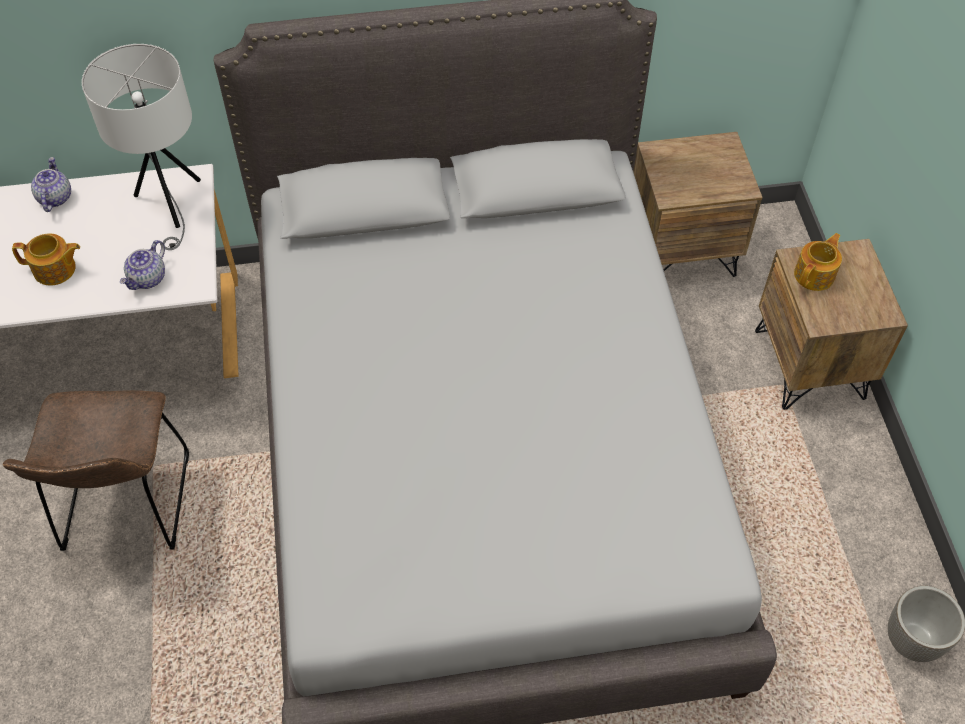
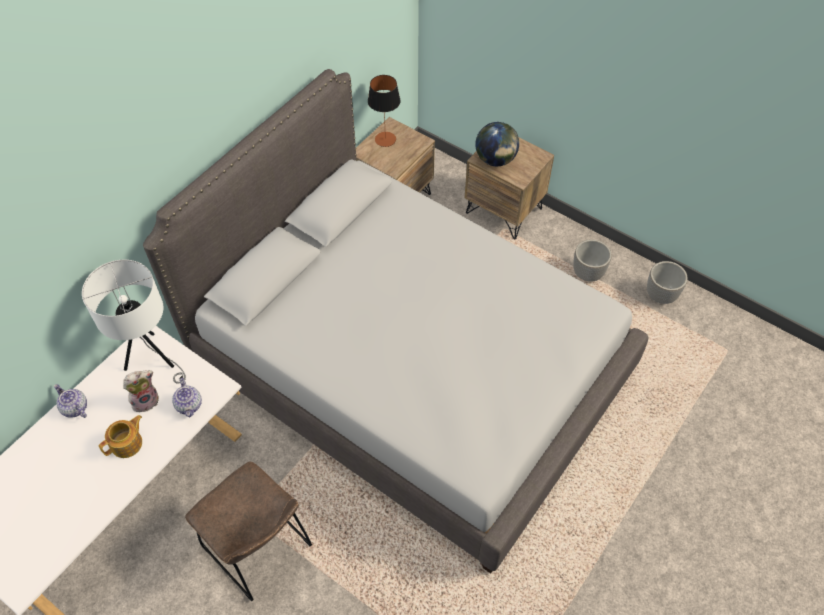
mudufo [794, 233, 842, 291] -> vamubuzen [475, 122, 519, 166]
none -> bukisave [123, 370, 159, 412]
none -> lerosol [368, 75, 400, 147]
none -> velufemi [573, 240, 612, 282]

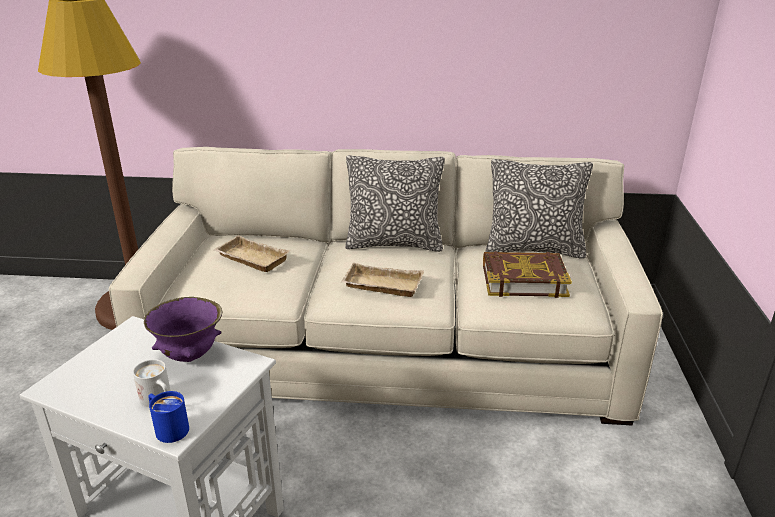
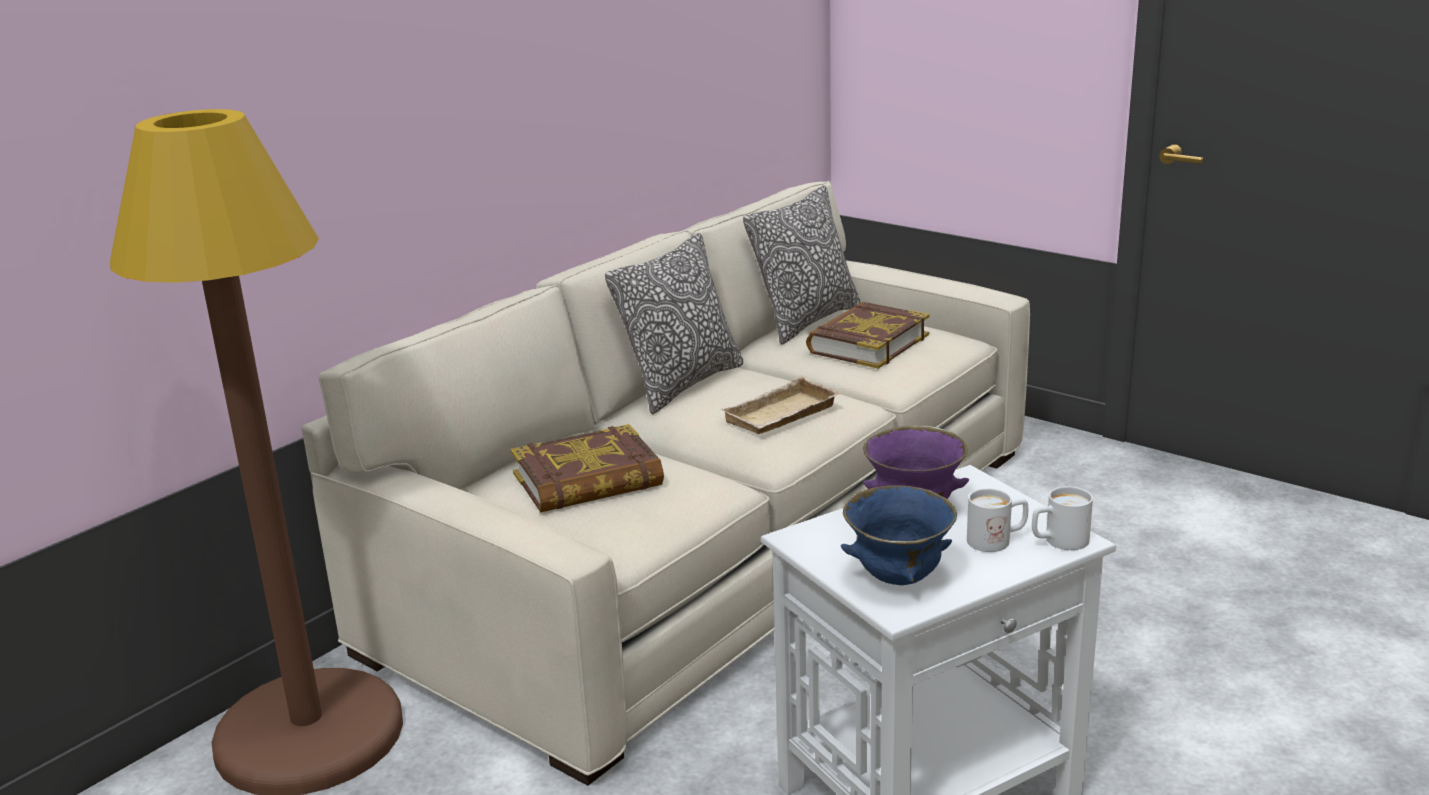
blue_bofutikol [148, 391, 189, 443] -> white_bofutikol [1032, 486, 1093, 550]
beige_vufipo [214, 235, 290, 272] -> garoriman [511, 424, 664, 512]
none -> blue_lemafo [841, 485, 957, 585]

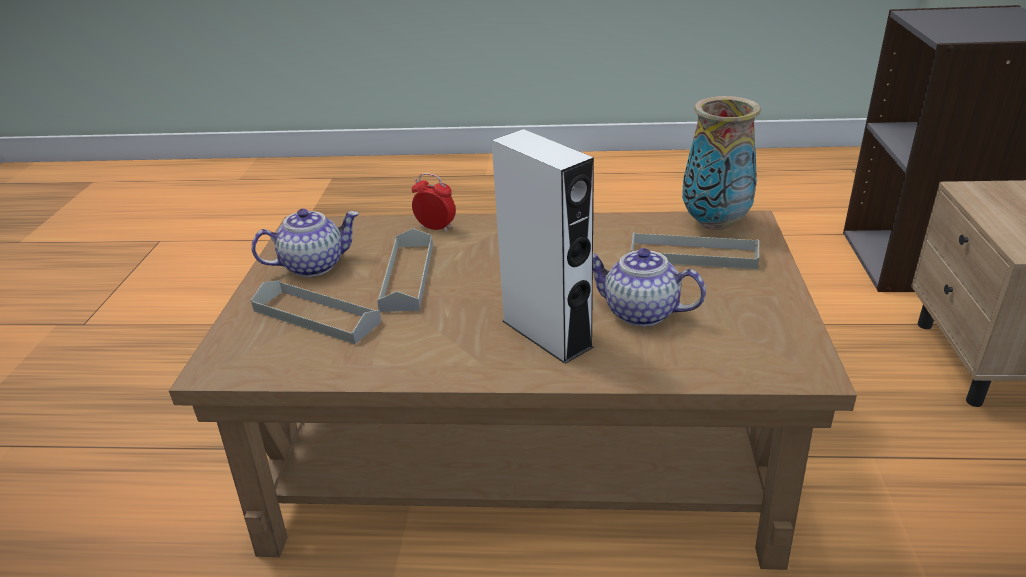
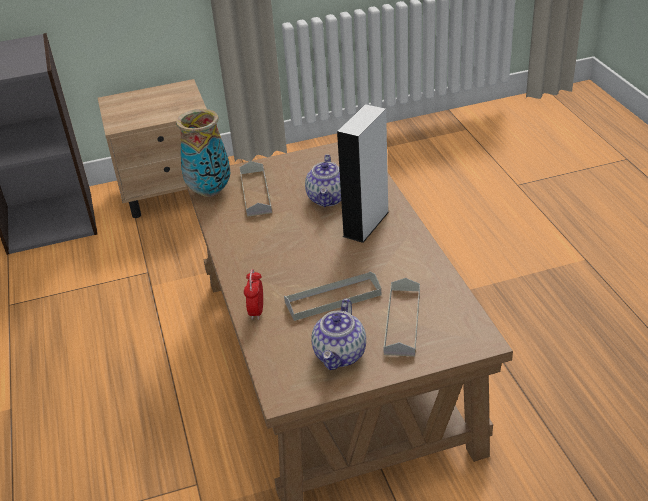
mudufo [251, 209, 359, 277] -> mudufo [311, 299, 366, 370], 120 degrees counterclockwise

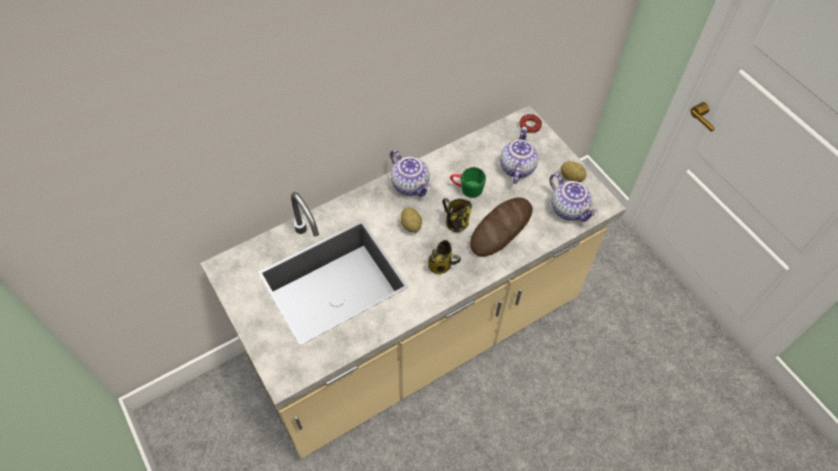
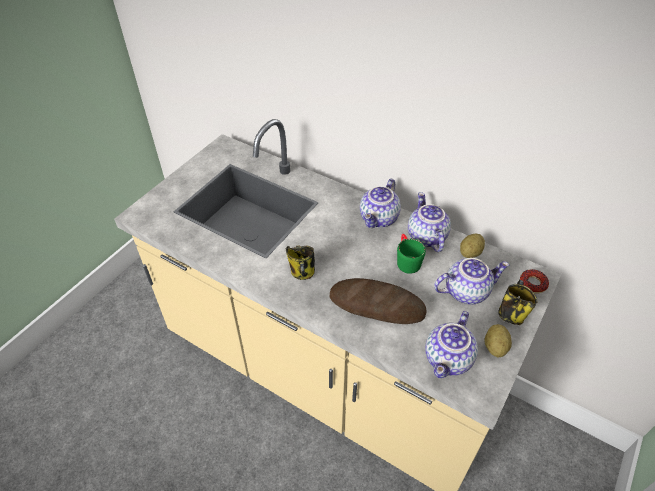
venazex [401, 207, 422, 233] -> venazex [460, 234, 485, 258], relocated
bofutikol [442, 198, 472, 232] -> bofutikol [498, 280, 537, 325], relocated
none -> mudufo [408, 192, 451, 252]

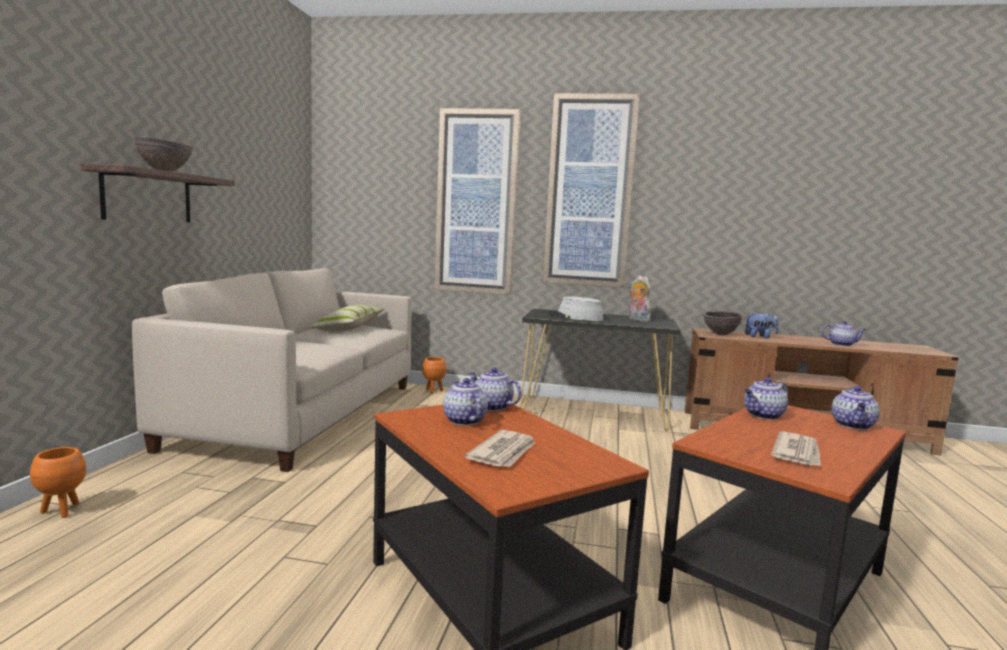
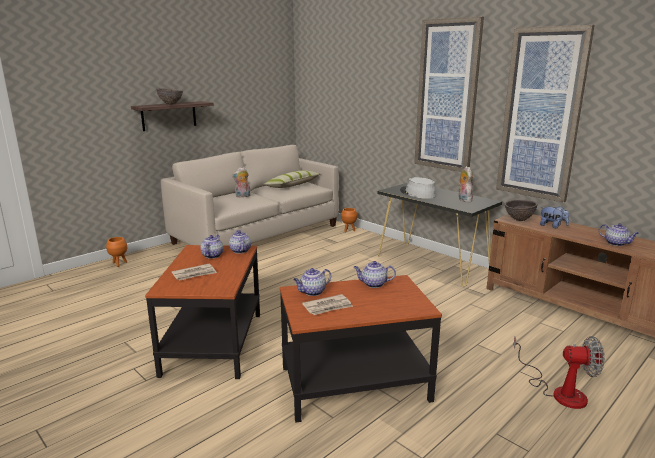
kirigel [434, 108, 521, 295] -> kirigel [496, 25, 595, 203], relocated
mudufo [831, 386, 880, 430] -> mudufo [293, 268, 331, 296], relocated
none -> bukisave [232, 167, 251, 198]
none -> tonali [513, 336, 605, 409]

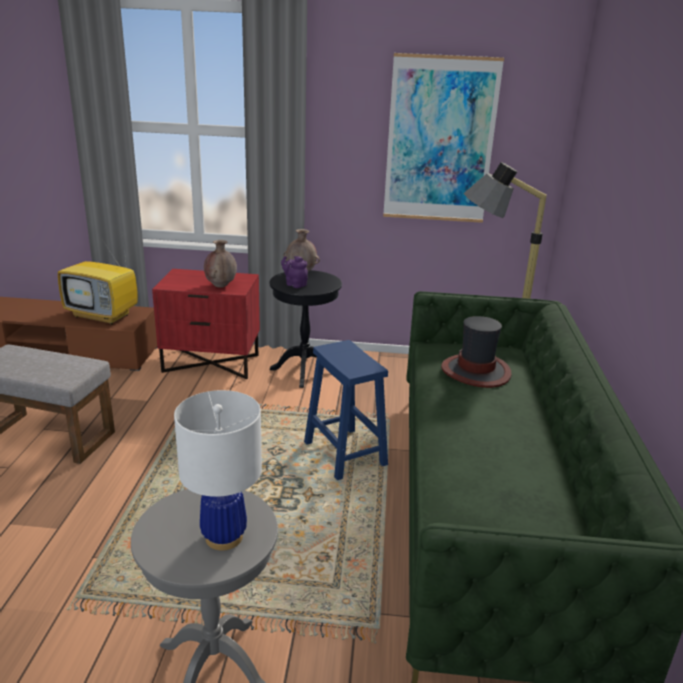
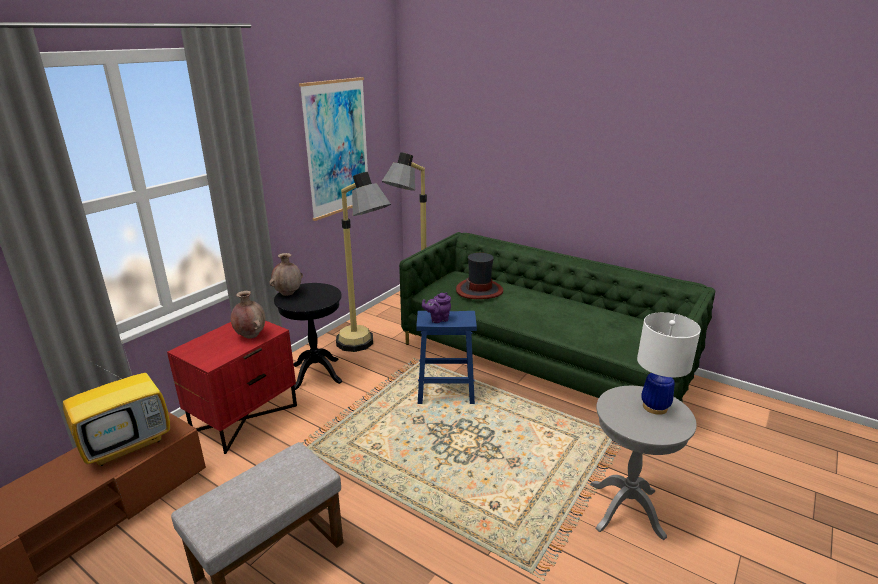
purple_mudufo [281, 256, 308, 288] -> purple_mudufo [422, 293, 451, 323], relocated
none -> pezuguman [336, 172, 391, 352]

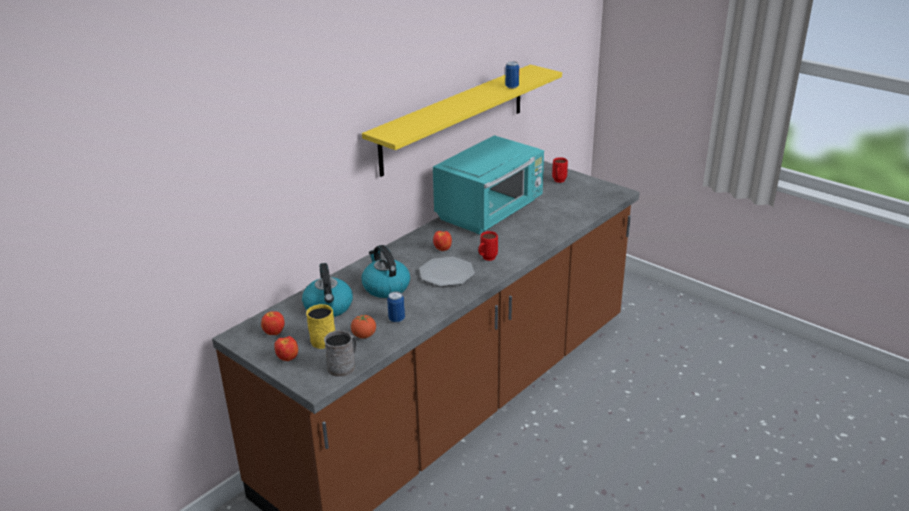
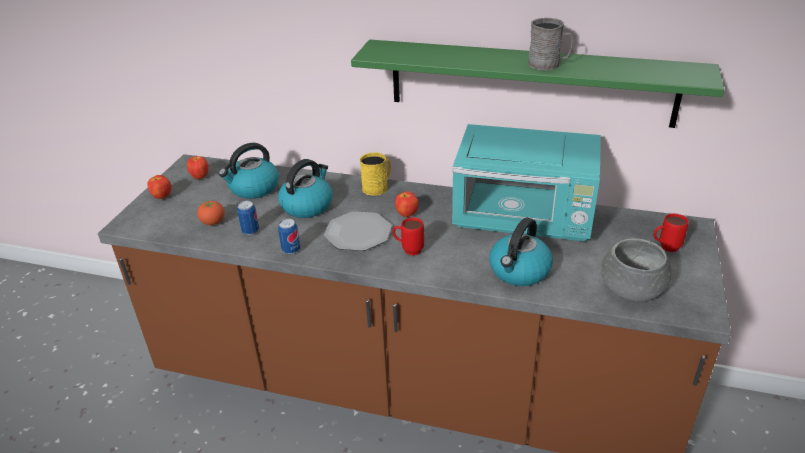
yellow_bofutikol [306, 304, 335, 349] -> yellow_bofutikol [360, 152, 391, 196], relocated
grey_bofutikol [324, 330, 357, 377] -> grey_bofutikol [528, 18, 573, 71], relocated
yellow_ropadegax [362, 64, 562, 177] -> green_ropadegax [351, 40, 725, 128]
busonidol [505, 61, 519, 89] -> busonidol [278, 219, 300, 254], relocated
none -> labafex [489, 217, 553, 286]
none -> grey_lemafo [601, 238, 671, 302]

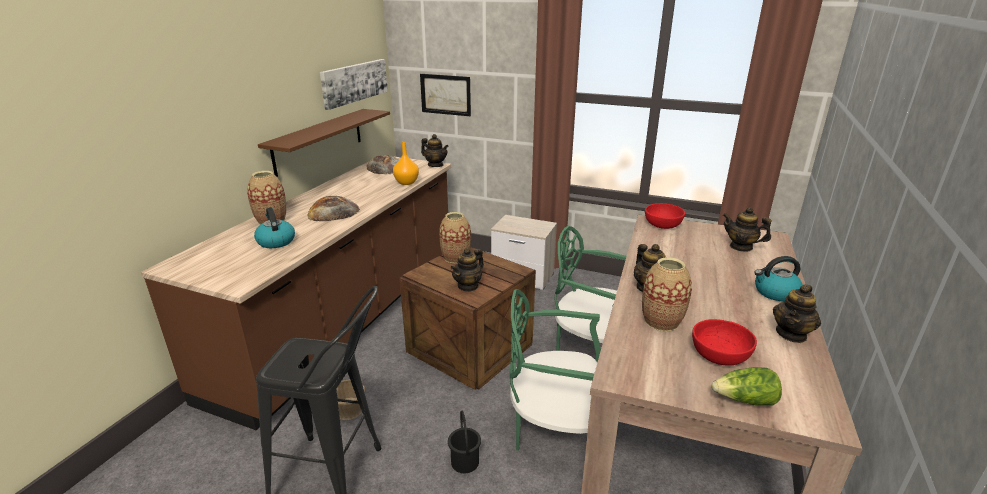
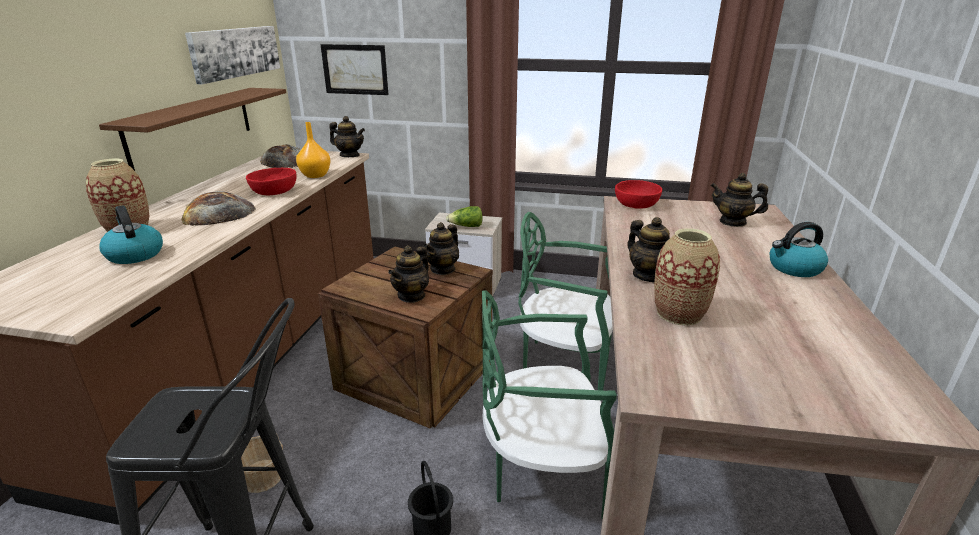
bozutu [439, 212, 471, 264] -> none
red_lemafo [692, 319, 757, 366] -> red_lemafo [246, 168, 297, 195], relocated
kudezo [712, 367, 782, 406] -> kudezo [446, 206, 483, 227], relocated
mudufo [773, 284, 821, 343] -> mudufo [423, 222, 459, 275], relocated

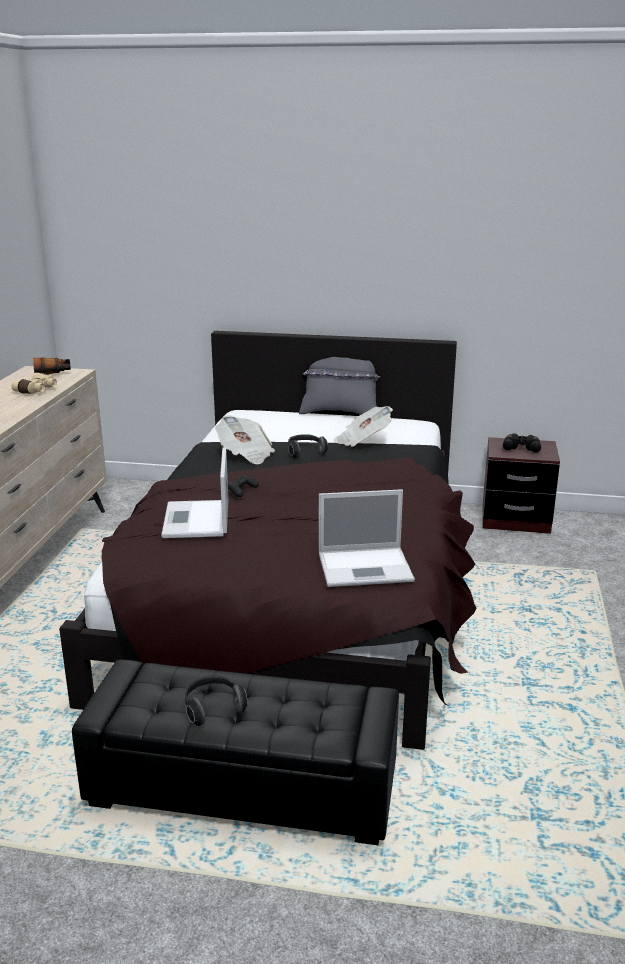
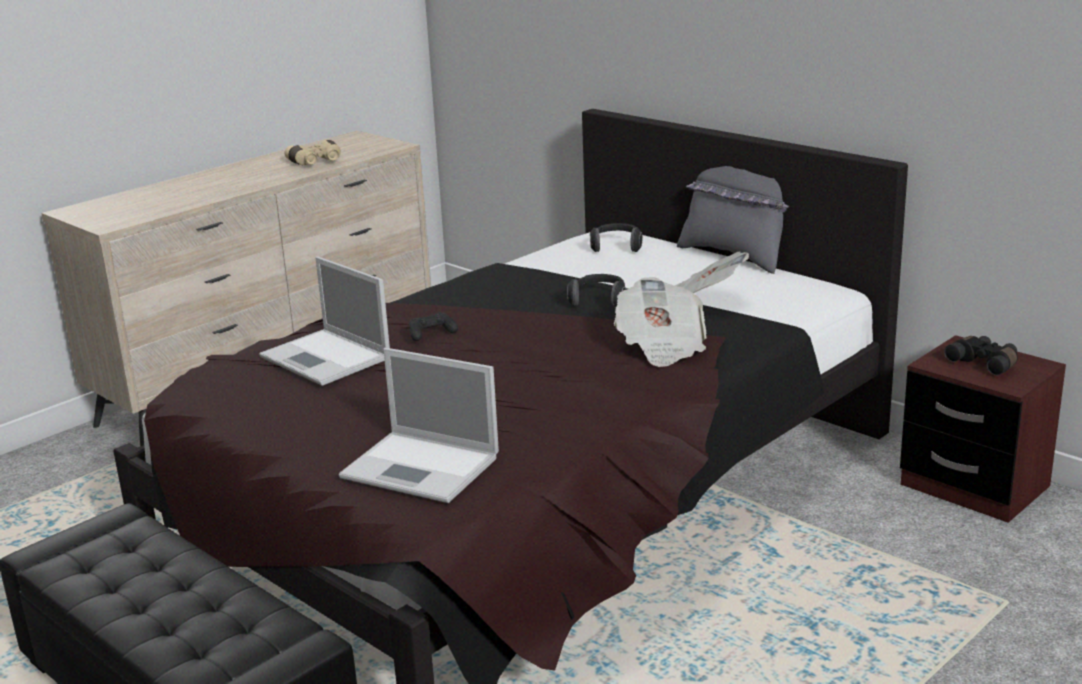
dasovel [33, 357, 71, 374] -> none
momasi [161, 447, 228, 538] -> momasi [259, 257, 390, 386], 75 degrees counterclockwise
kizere [185, 675, 248, 726] -> kizere [590, 223, 643, 252], relocated
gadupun [215, 415, 275, 464] -> gadupun [614, 277, 706, 367], relocated

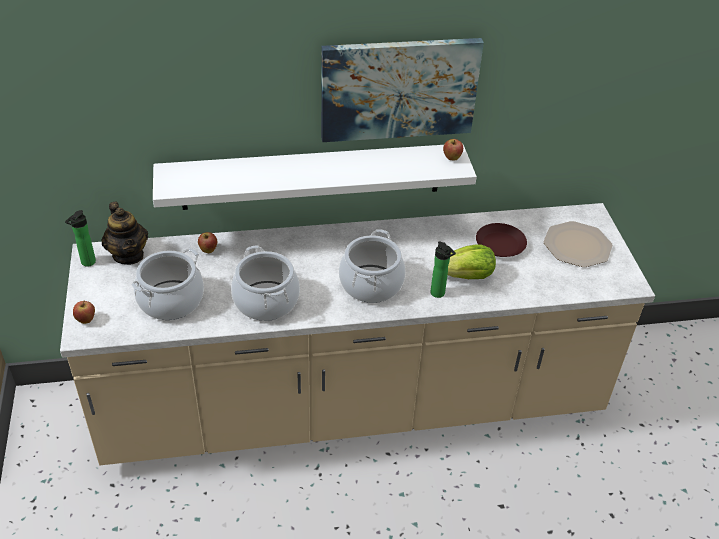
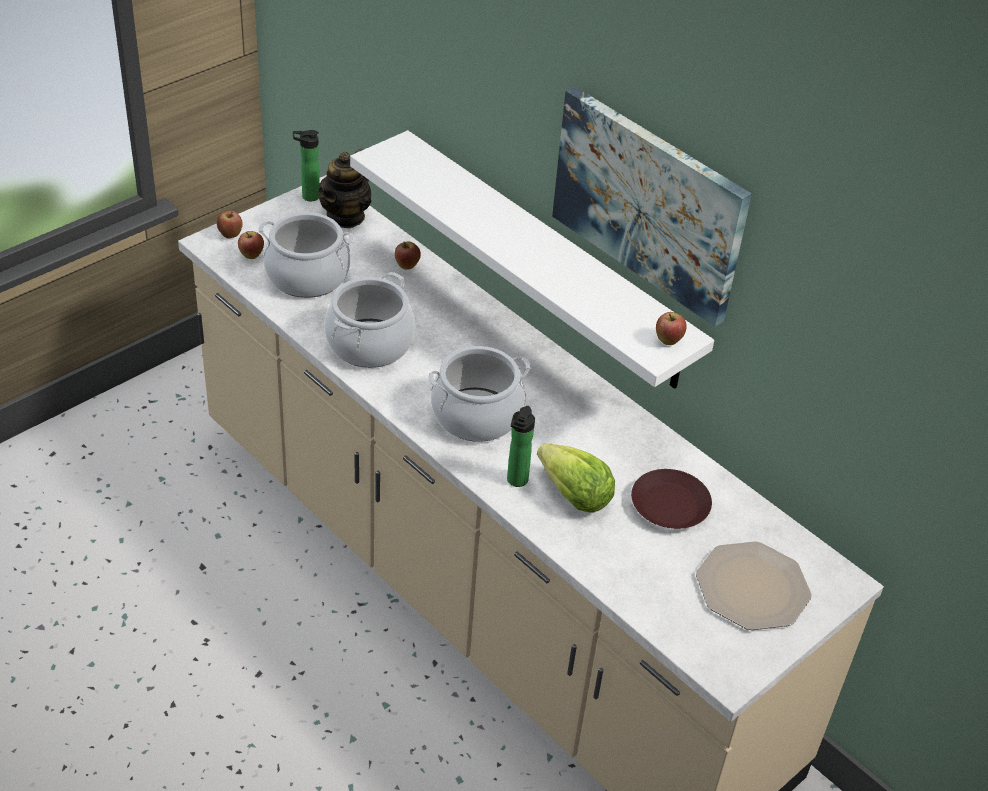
none -> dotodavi [238, 231, 264, 259]

